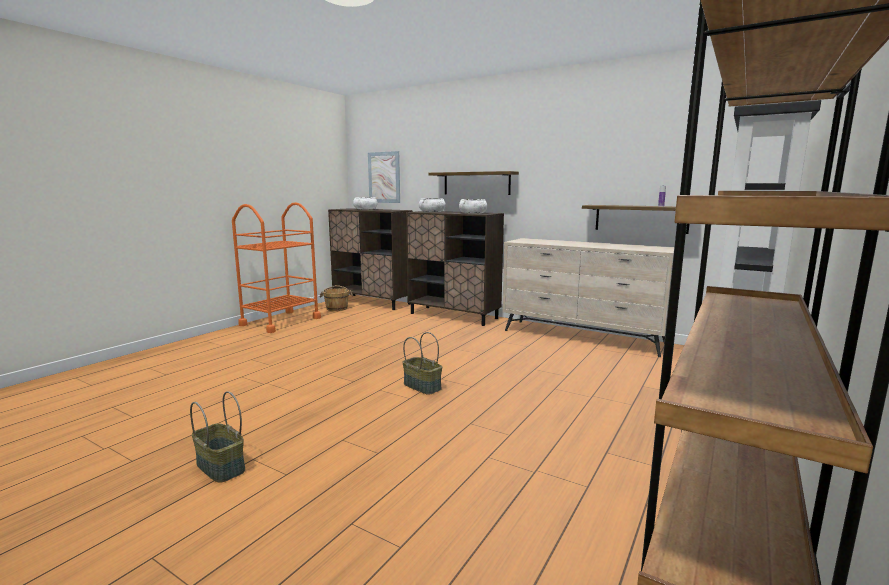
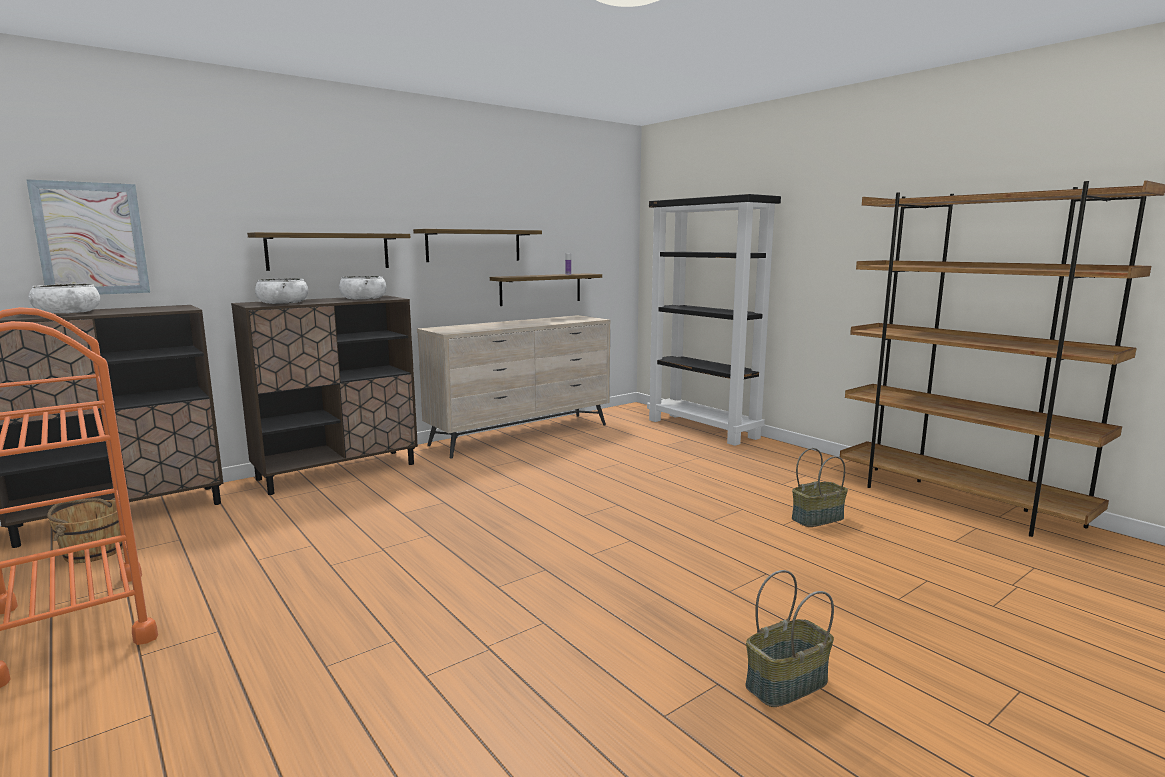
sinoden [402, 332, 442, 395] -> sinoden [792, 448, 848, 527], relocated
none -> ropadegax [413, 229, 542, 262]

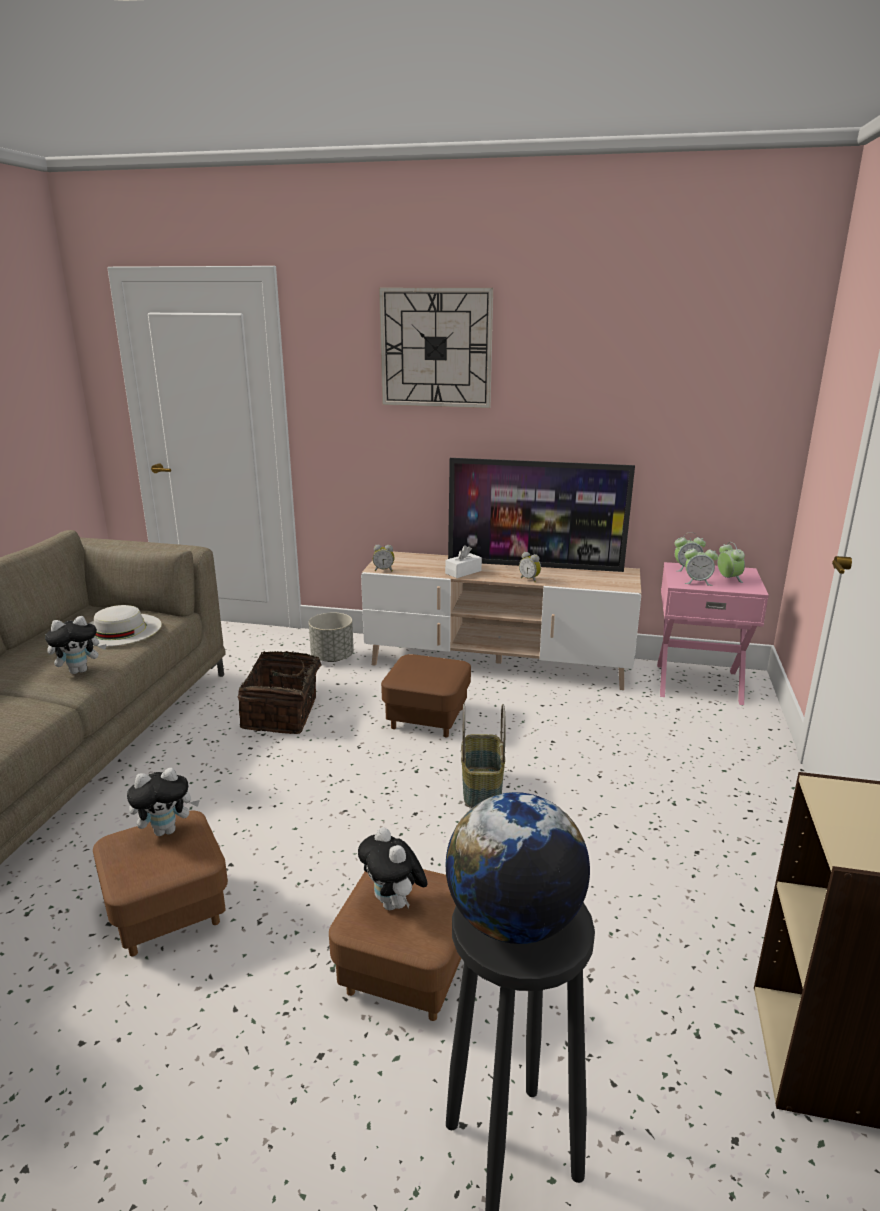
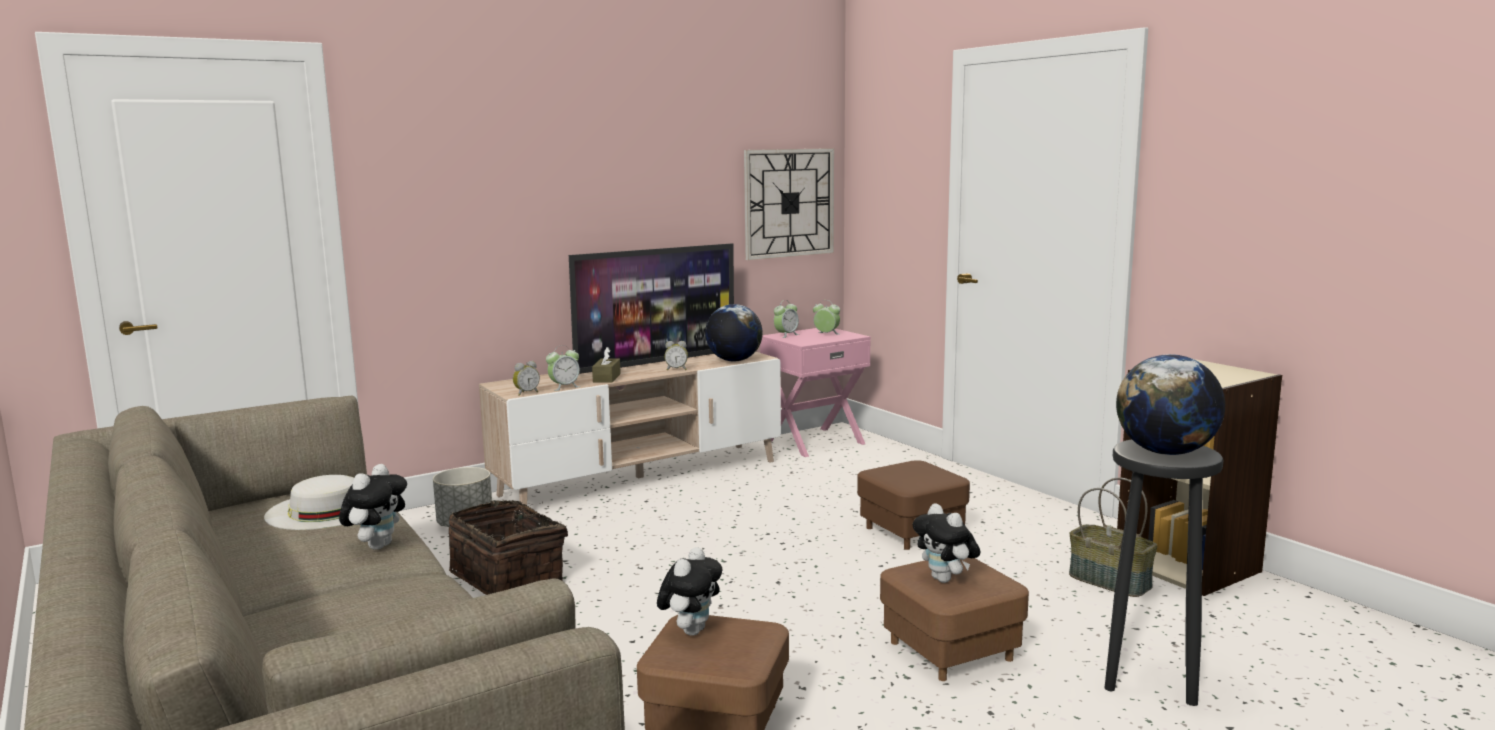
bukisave [358, 827, 428, 910] -> bukisave [913, 503, 980, 583], 45 degrees clockwise
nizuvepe [379, 288, 493, 408] -> nizuvepe [744, 148, 834, 260], relocated
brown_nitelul [381, 654, 471, 737] -> brown_nitelul [857, 460, 970, 550], relocated
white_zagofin [445, 545, 482, 578] -> brown_zagofin [592, 347, 621, 383]
sinoden [461, 704, 506, 808] -> sinoden [1069, 477, 1158, 597], relocated
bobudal [685, 544, 718, 586] -> bobudal [546, 345, 581, 391], relocated
none -> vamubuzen [705, 304, 763, 362]

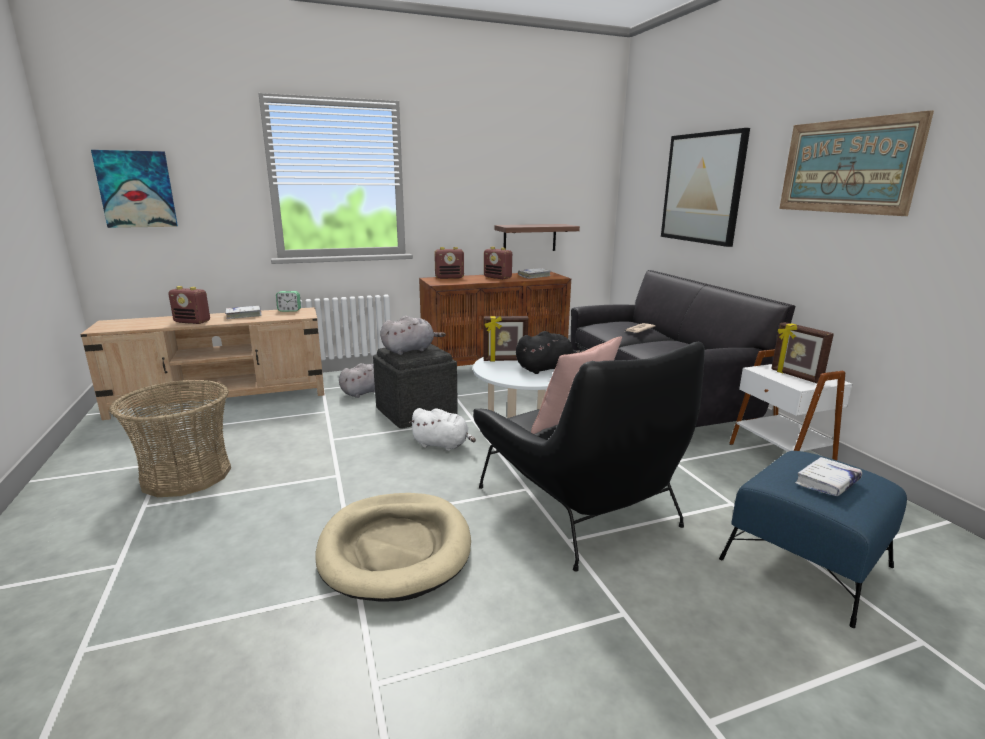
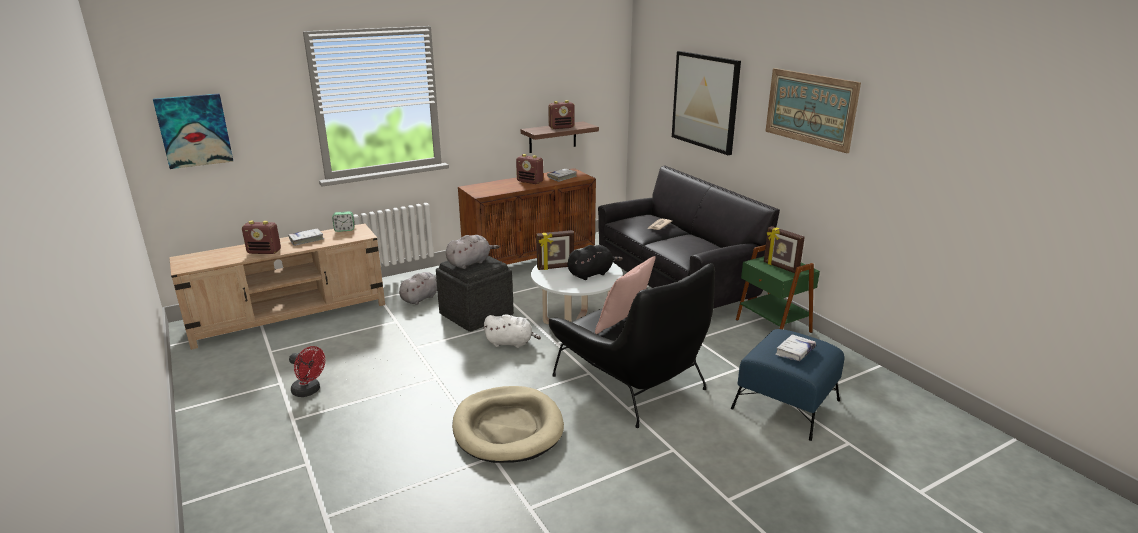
sinoden [109, 379, 231, 497] -> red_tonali [289, 346, 325, 397]
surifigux [434, 247, 464, 279] -> surifigux [548, 100, 575, 129], relocated
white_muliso [729, 349, 852, 460] -> green_muliso [736, 245, 820, 333]

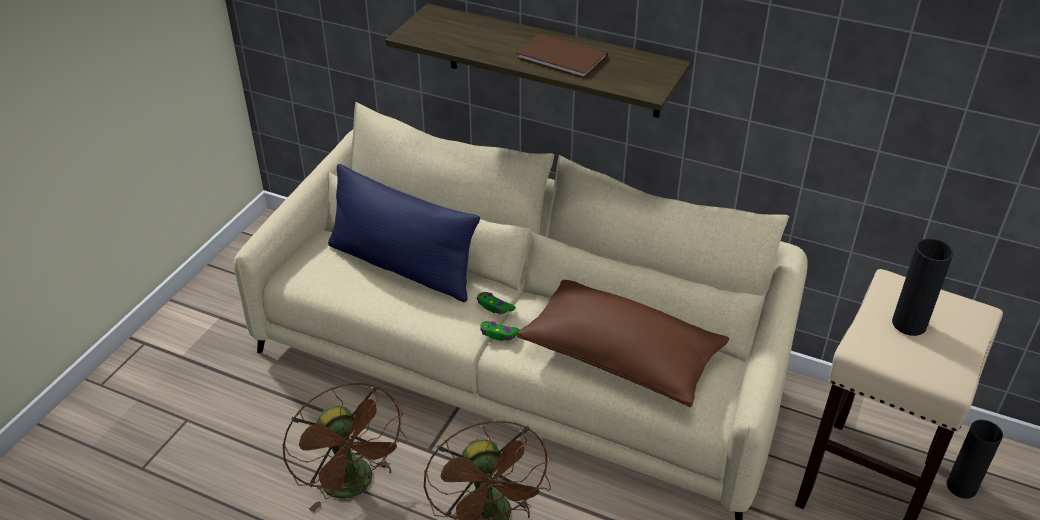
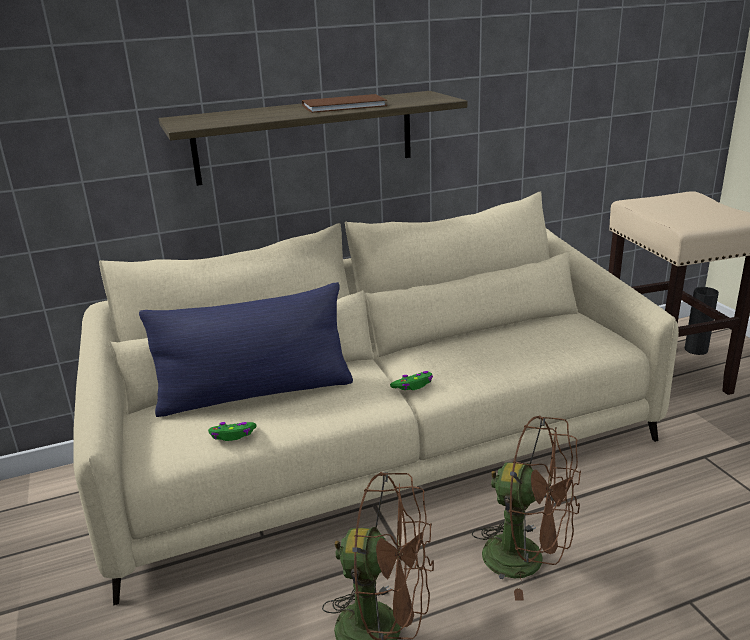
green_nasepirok [477, 292, 516, 314] -> green_nasepirok [208, 422, 256, 441], relocated
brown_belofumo [517, 280, 729, 407] -> none
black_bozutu [892, 238, 954, 336] -> none

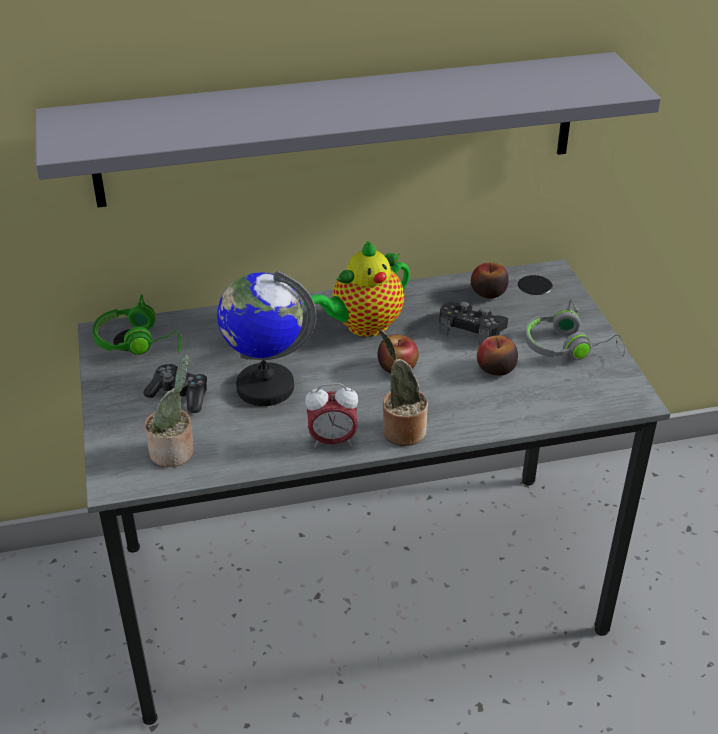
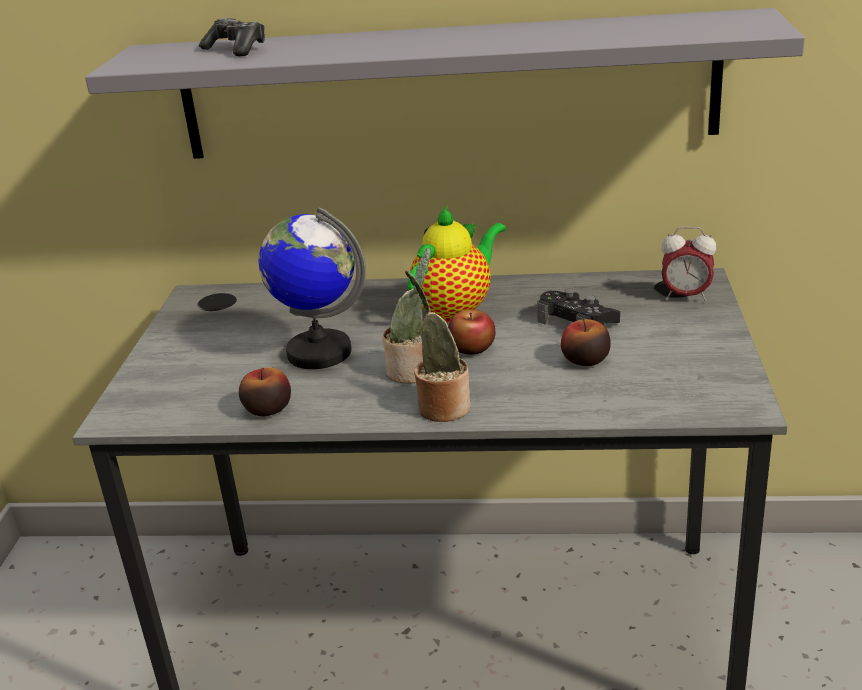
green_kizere [92, 294, 182, 355] -> none
nasepirok [144, 364, 207, 413] -> nasepirok [199, 18, 265, 56], relocated
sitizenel [145, 354, 194, 467] -> sitizenel [383, 248, 431, 384], relocated
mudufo [303, 241, 410, 337] -> mudufo [408, 206, 506, 323], 150 degrees clockwise
bobudal [305, 383, 358, 448] -> bobudal [661, 227, 717, 301], relocated
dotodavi [471, 262, 509, 299] -> dotodavi [239, 367, 291, 416], relocated
grey_kizere [524, 300, 625, 360] -> none

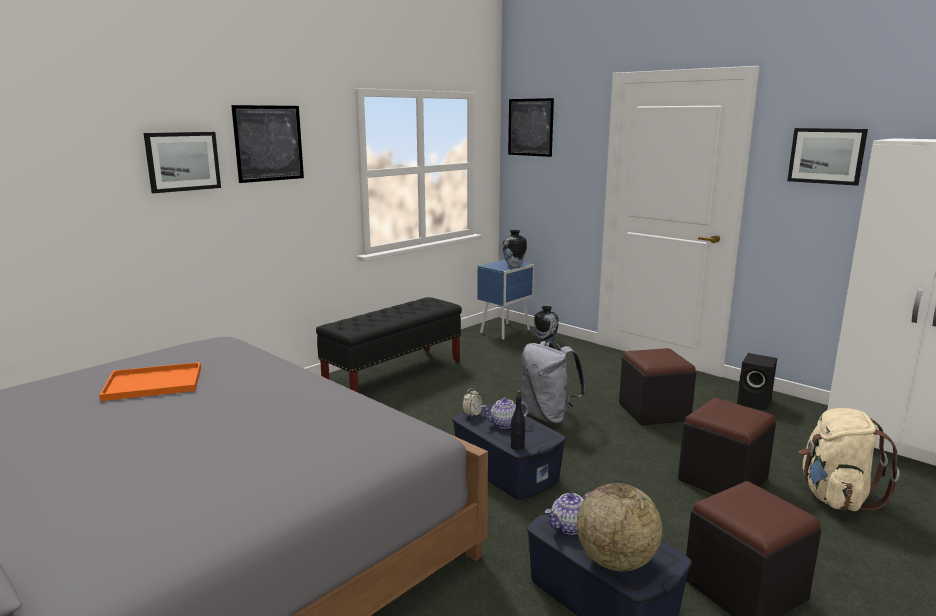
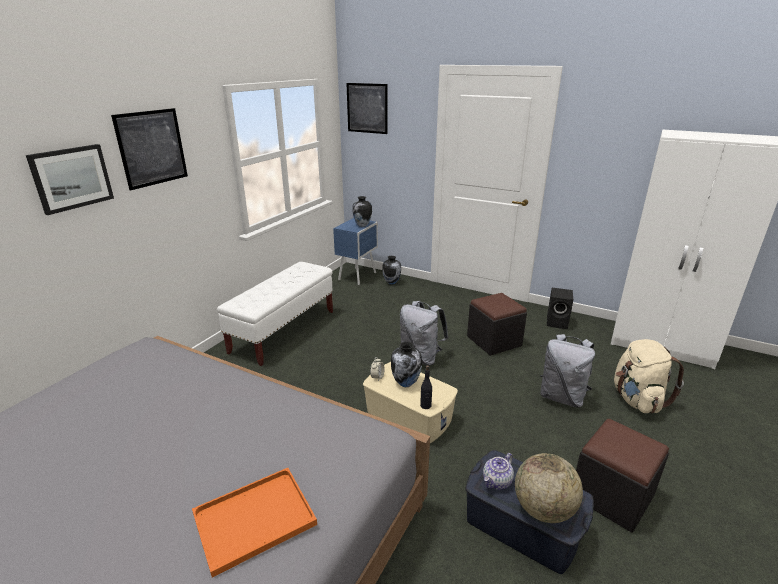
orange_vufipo [99, 362, 201, 401] -> orange_vufipo [192, 468, 317, 578], relocated
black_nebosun [316, 297, 462, 393] -> white_nebosun [217, 262, 333, 366]
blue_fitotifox [452, 403, 566, 500] -> beige_fitotifox [363, 362, 458, 443]
mudufo [481, 398, 529, 429] -> bozutu [391, 341, 422, 387]
black_nitelul [678, 398, 776, 494] -> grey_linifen [540, 334, 595, 408]
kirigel [787, 128, 868, 186] -> none

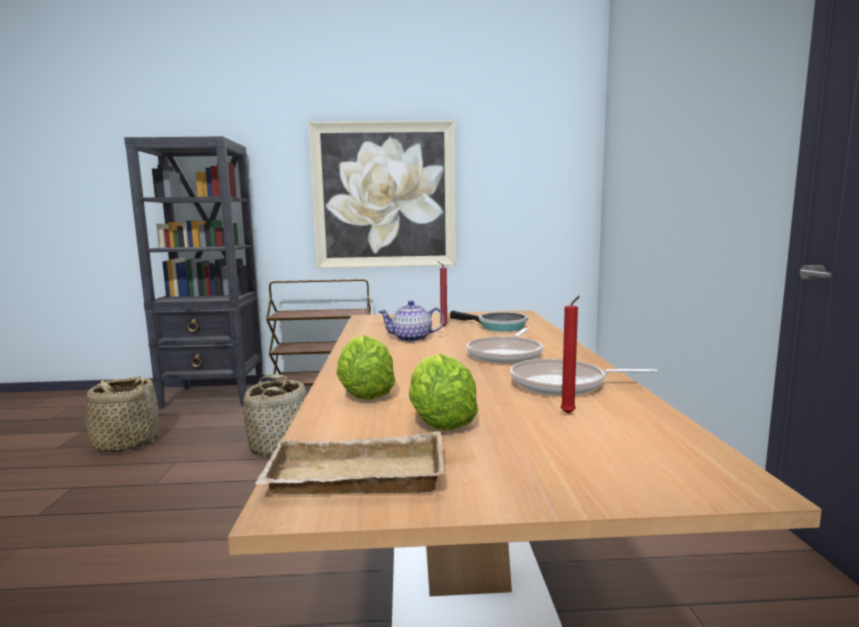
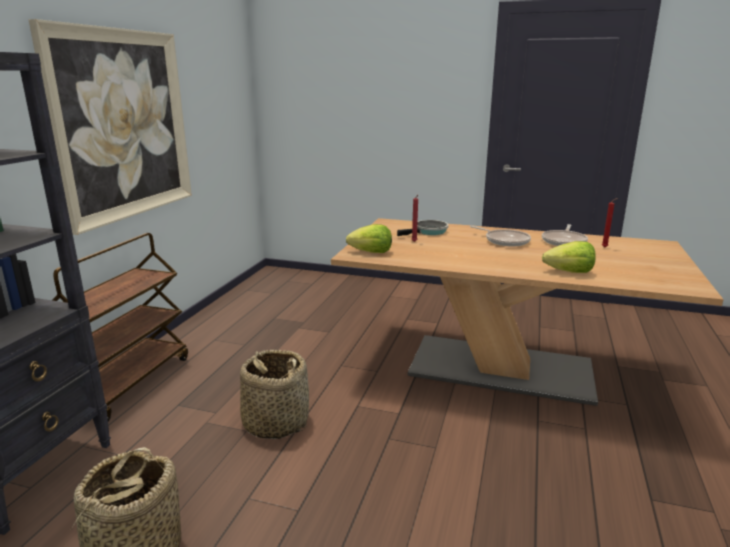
beige_vufipo [255, 431, 445, 494] -> none
mudufo [378, 300, 444, 342] -> none
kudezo [409, 354, 478, 431] -> kudezo [346, 224, 392, 253], relocated

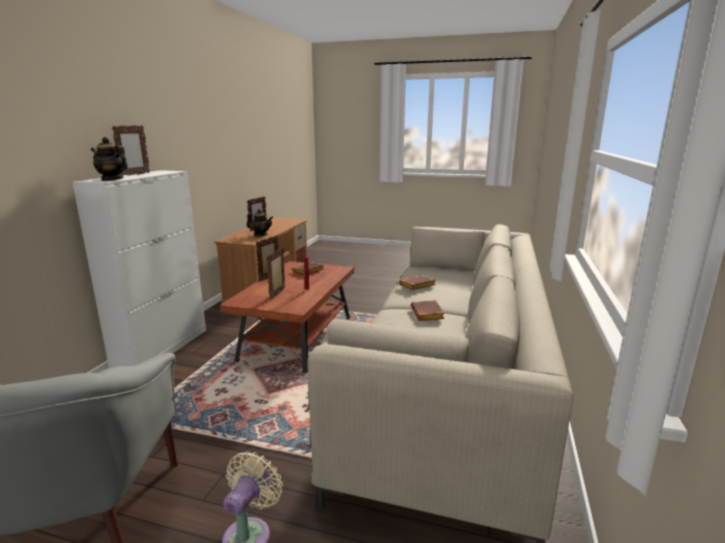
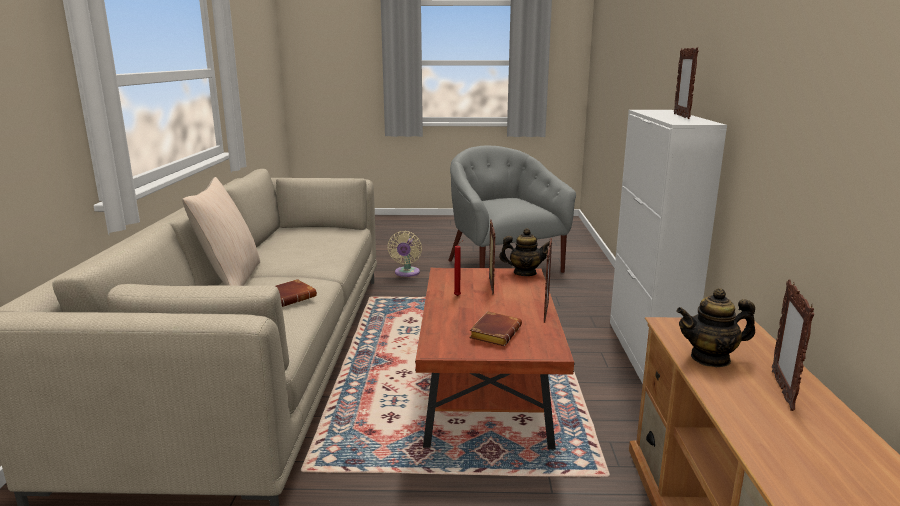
mudufo [91, 137, 128, 181] -> mudufo [499, 228, 550, 276], relocated
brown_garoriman [411, 300, 445, 321] -> none
none -> beige_belofumo [182, 177, 260, 286]

